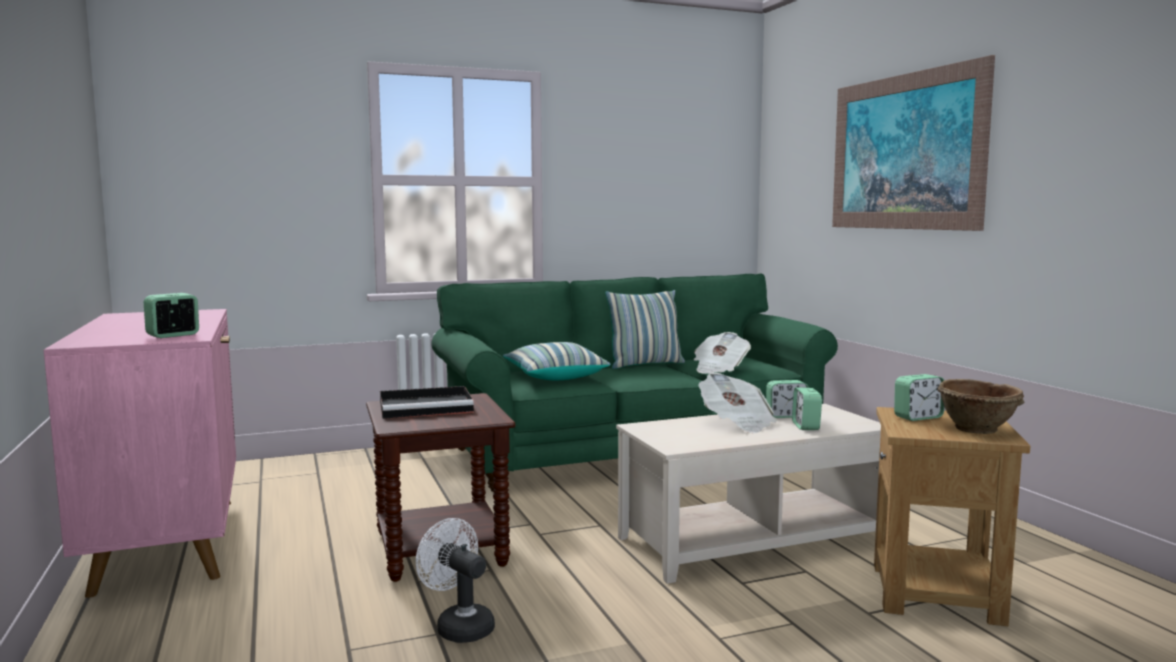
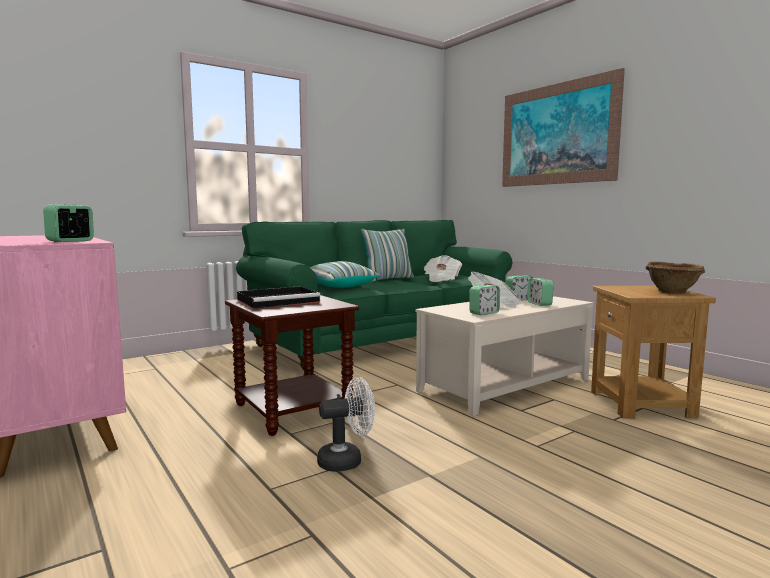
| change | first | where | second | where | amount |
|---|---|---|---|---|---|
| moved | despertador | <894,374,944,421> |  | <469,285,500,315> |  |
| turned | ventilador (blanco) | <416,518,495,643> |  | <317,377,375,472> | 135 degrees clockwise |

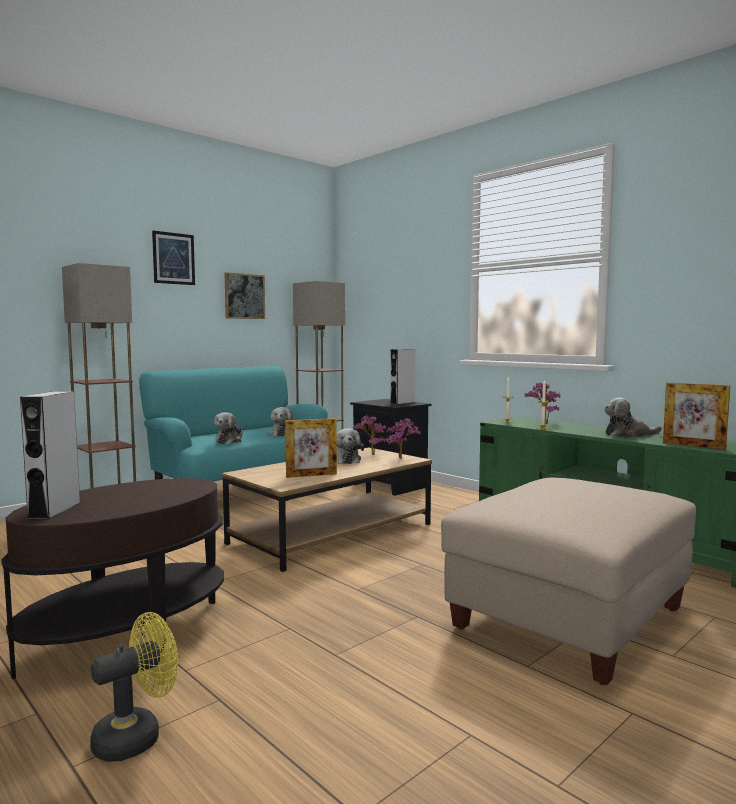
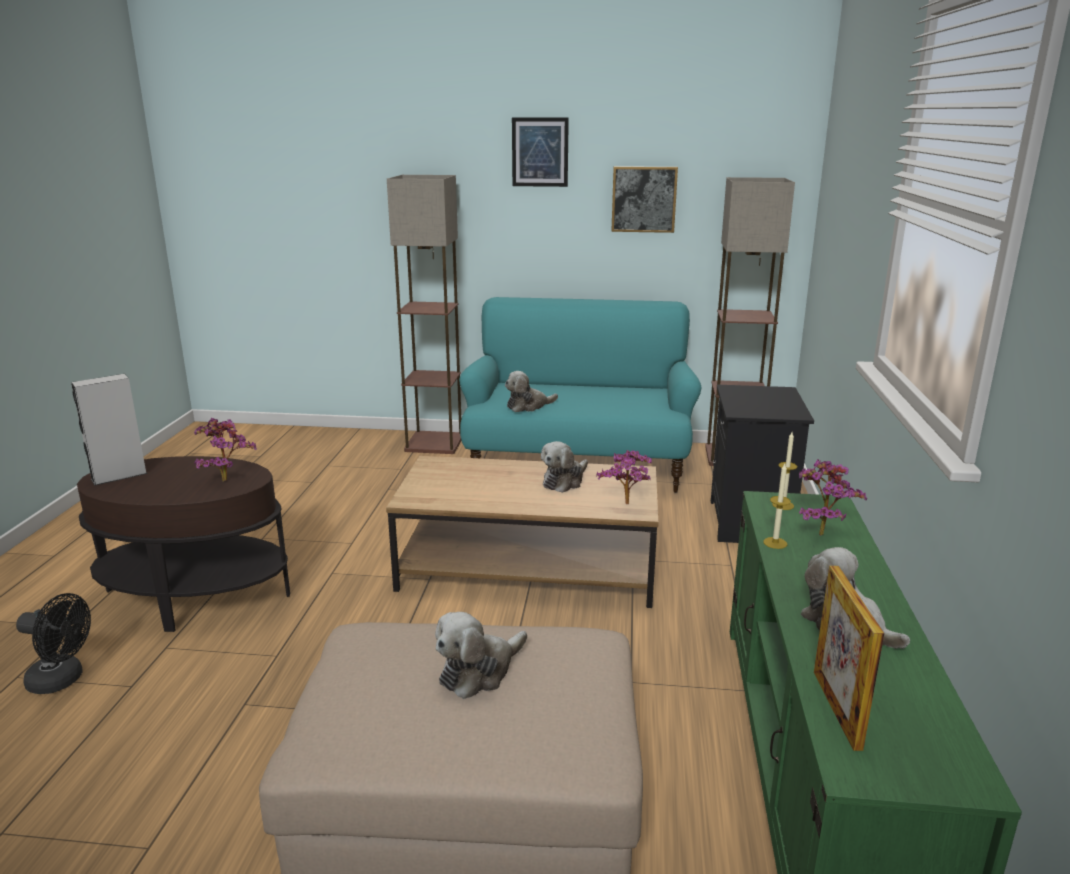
| change | first | where | second | where | amount |
|---|---|---|---|---|---|
| removed | portarretratos | <285,418,337,478> |  |  |  |
| removed | altavoz (gris) | <390,349,416,405> |  |  |  |
| moved | peluche | <269,407,293,436> |  | <435,612,527,699> |  |
| moved | planta en maceta | <353,416,386,455> |  | <194,418,257,481> |  |
| recoloured | ventilador (amarillo) | <90,612,178,762> | ventilador (negro) | <16,593,91,694> |  |

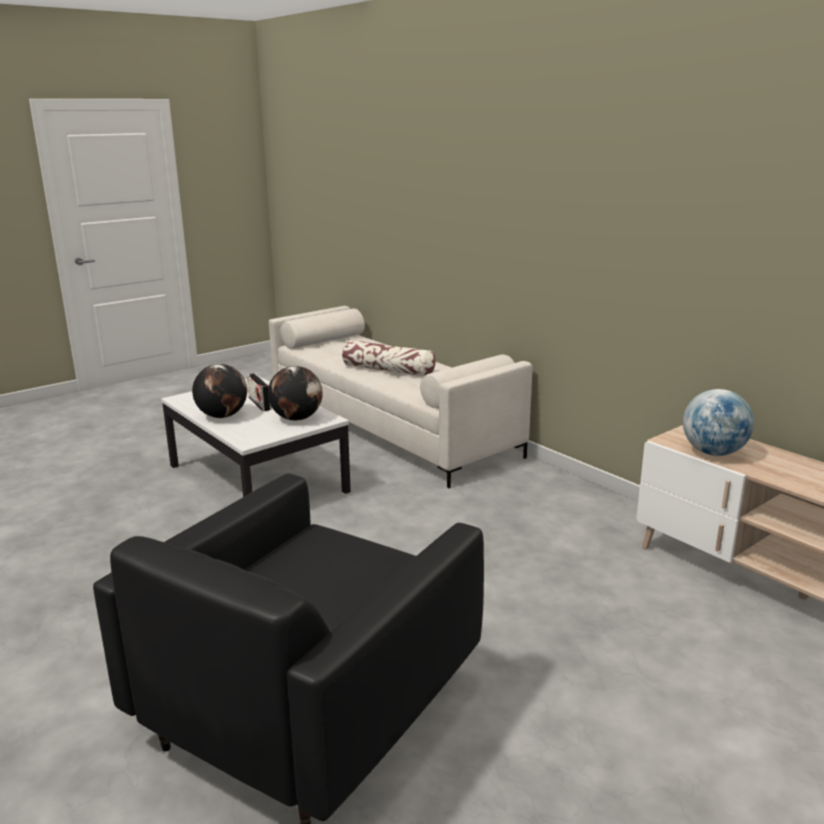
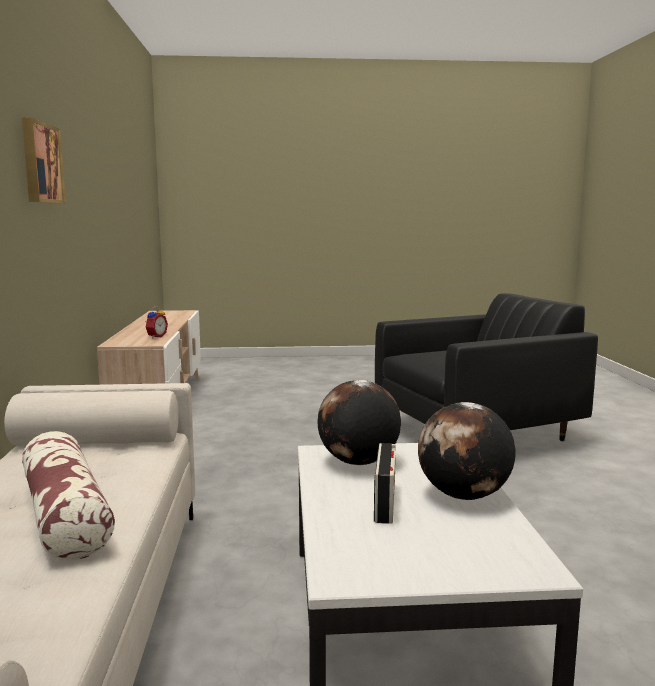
| change | first | where | second | where | amount |
|---|---|---|---|---|---|
| added |  |  | cuadro | <22,118,66,204> |  |
| replaced | globo terráqueo | <683,389,754,456> | despertador | <146,306,168,339> |  |

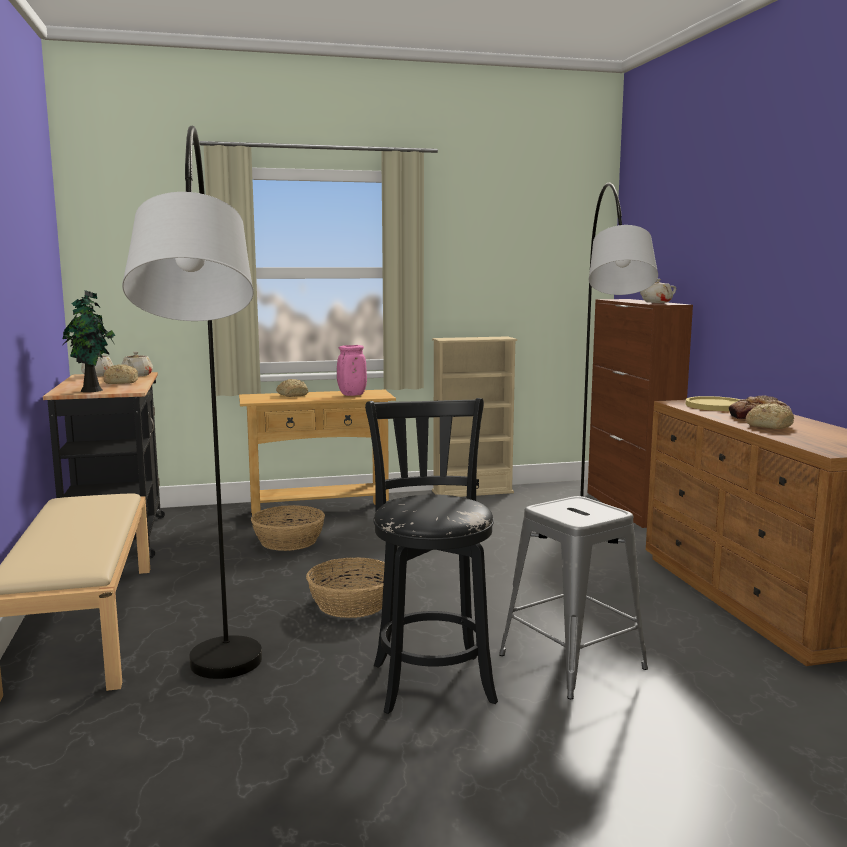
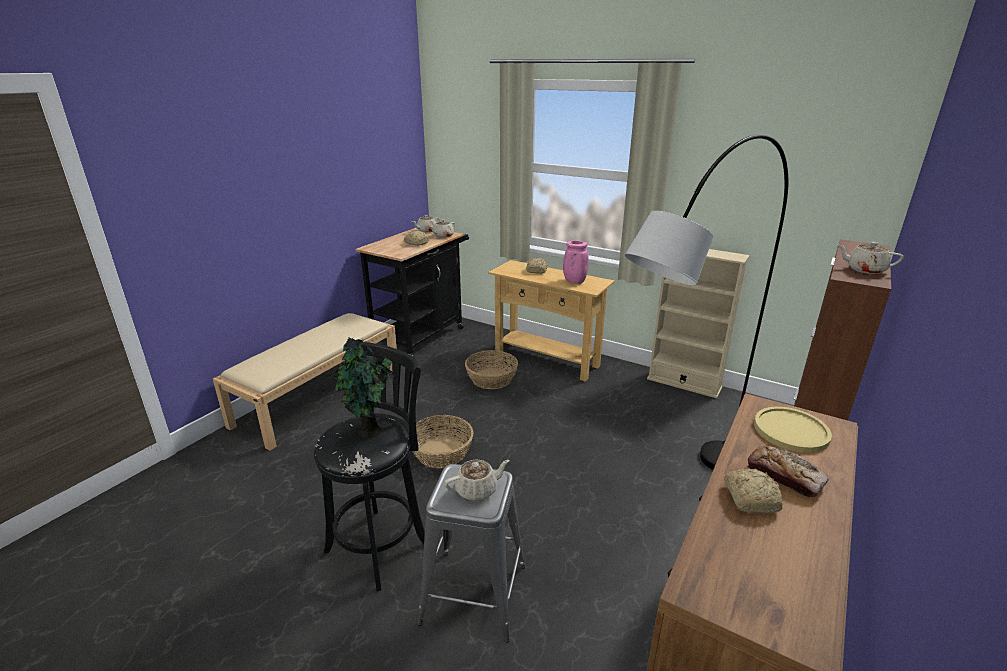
| change | first | where | second | where | amount |
|---|---|---|---|---|---|
| removed | lámpara de pie (gris) | <122,126,262,679> |  |  |  |
| added |  |  | tetera (beis) | <444,459,510,501> |  |
| moved | planta en maceta | <63,290,115,392> |  | <330,338,394,438> |  |

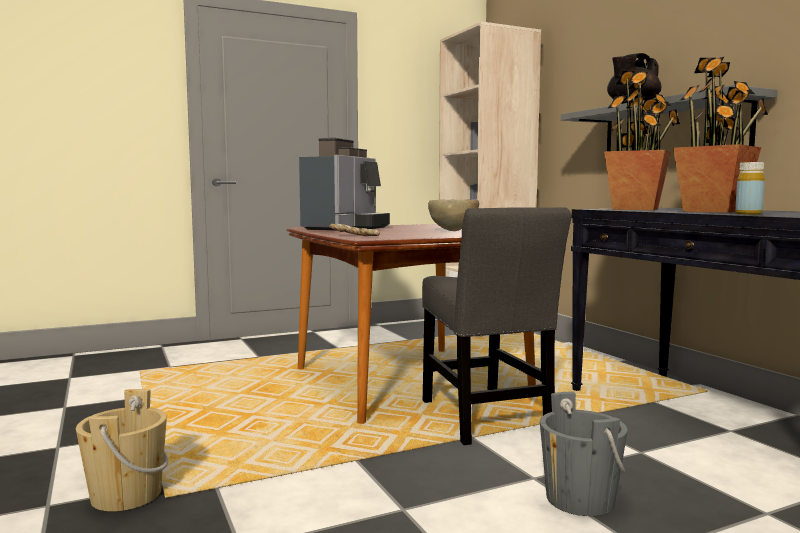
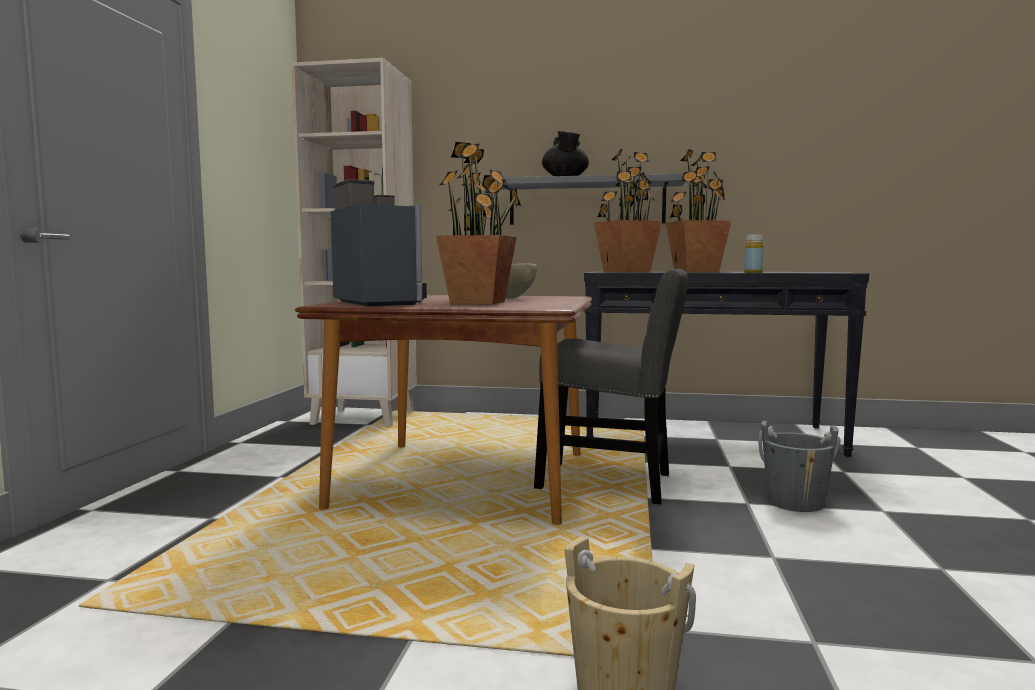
| change | first | where | second | where | amount |
|---|---|---|---|---|---|
| removed | pan | <330,224,380,236> |  |  |  |
| added |  |  | planta en maceta | <436,142,521,304> |  |

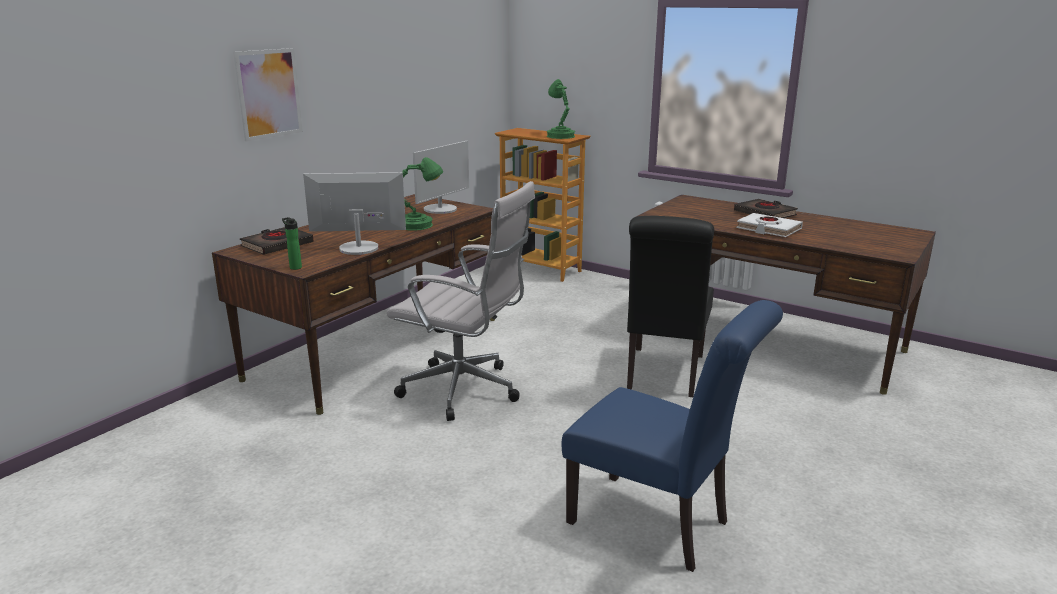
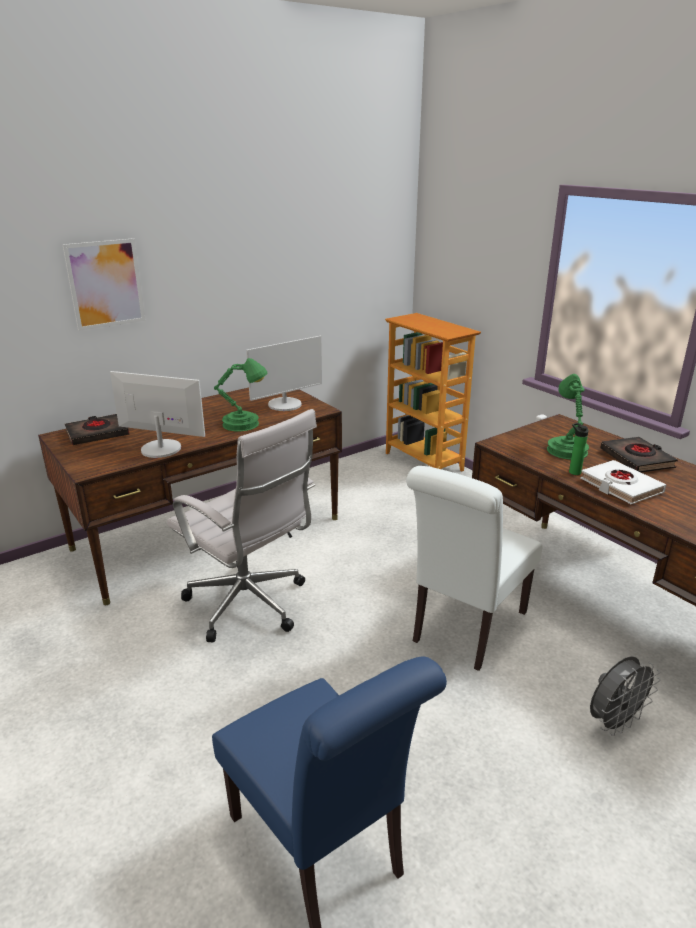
| change | first | where | second | where | amount |
|---|---|---|---|---|---|
| added |  |  | ventilador (gris) | <590,656,660,736> |  |
| moved | botella | <282,217,302,270> |  | <569,423,589,475> |  |
| moved | lámpara de mesa (verde) | <547,79,575,139> |  | <547,374,589,460> |  |
| recoloured | silla (negro) | <627,216,714,397> | silla (blanco) | <406,466,543,671> |  |

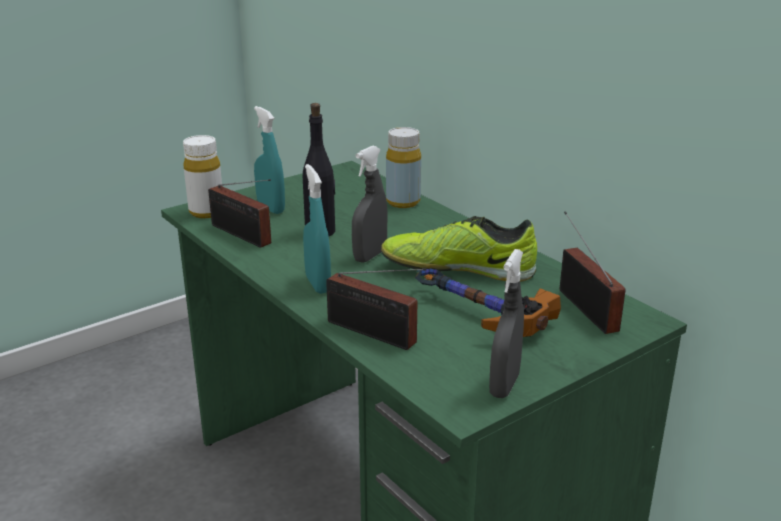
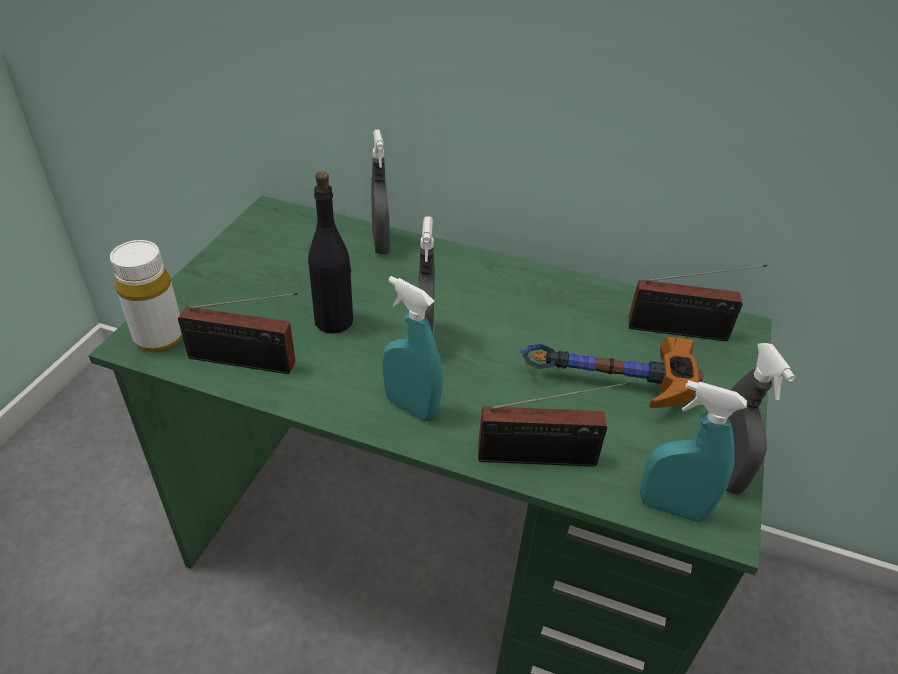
| change | first | where | second | where | amount |
|---|---|---|---|---|---|
| removed | zapato | <381,216,537,282> |  |  |  |
| moved | pulverizador (turquesa) | <254,106,285,214> |  | <640,380,747,522> |  |
| replaced | botella (amarillo) | <386,127,421,208> | pulverizador (gris) | <371,129,390,254> |  |
| turned | radio | <560,211,625,334> |  | <629,264,767,341> | 150 degrees clockwise |

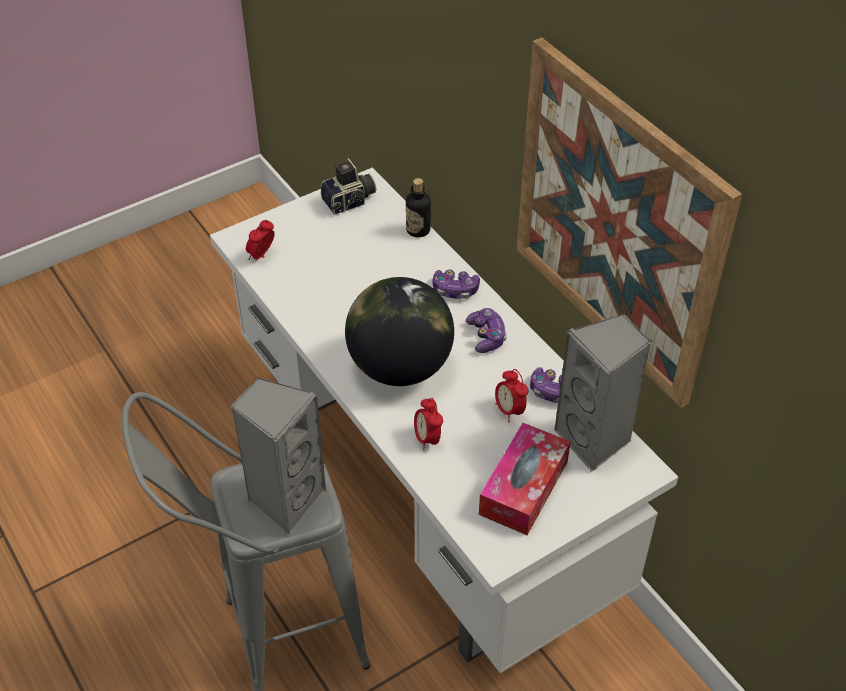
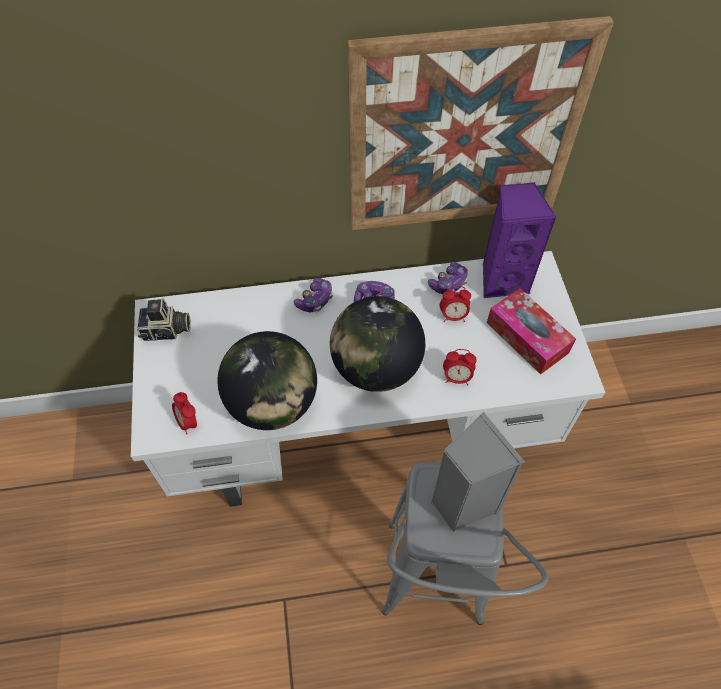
| change | first | where | second | where | amount |
|---|---|---|---|---|---|
| removed | botella | <406,178,431,237> |  |  |  |
| added |  |  | globo terráqueo | <218,331,317,430> |  |
| recoloured | altavoz (gris) | <554,314,652,472> | altavoz (morado) | <483,182,557,298> |  |
| turned | cámara | <321,158,376,214> |  | <137,298,191,341> | 90 degrees clockwise |

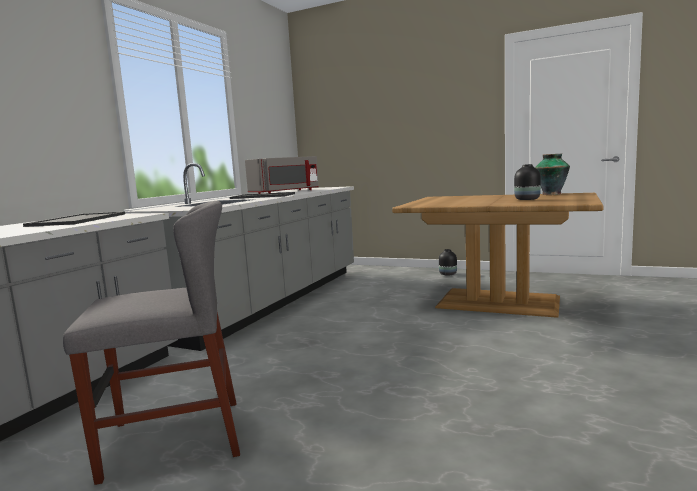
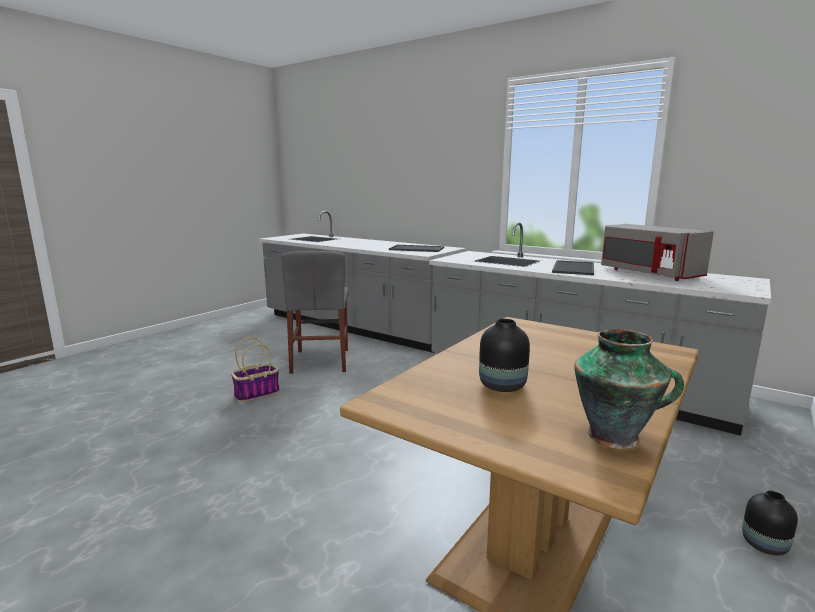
| change | first | where | second | where | amount |
|---|---|---|---|---|---|
| added |  |  | cesta | <231,337,280,402> |  |

